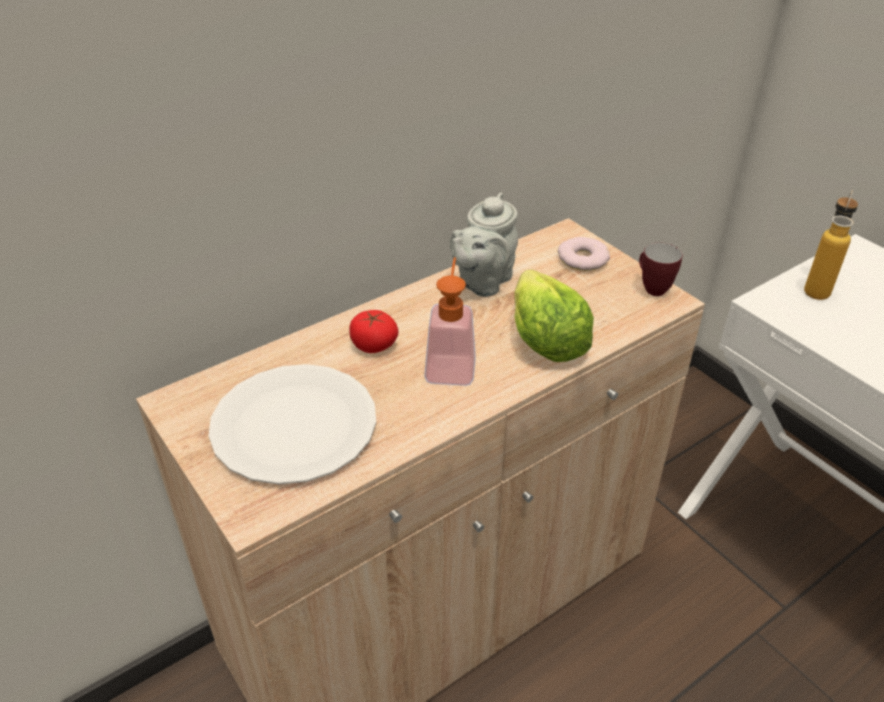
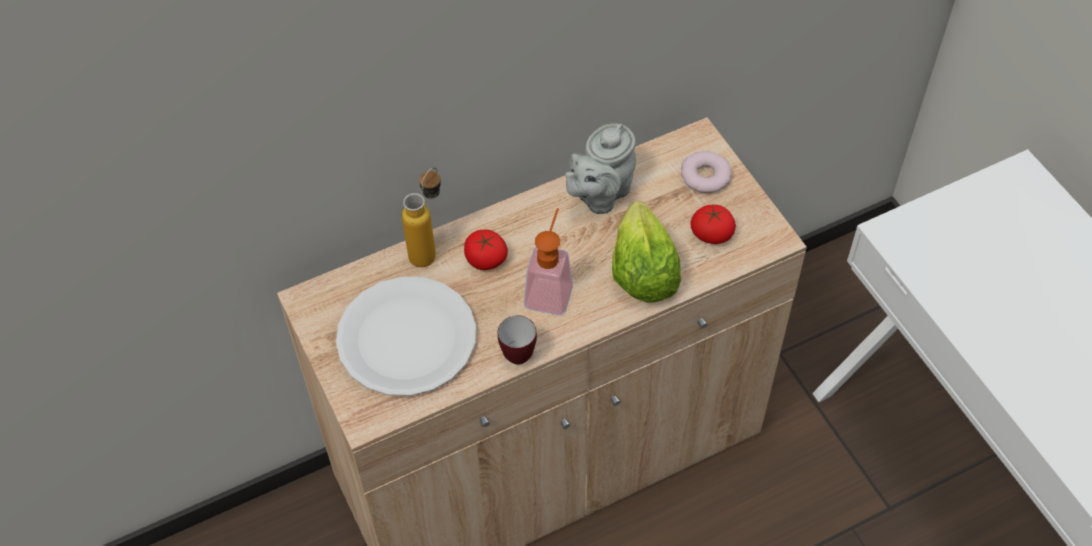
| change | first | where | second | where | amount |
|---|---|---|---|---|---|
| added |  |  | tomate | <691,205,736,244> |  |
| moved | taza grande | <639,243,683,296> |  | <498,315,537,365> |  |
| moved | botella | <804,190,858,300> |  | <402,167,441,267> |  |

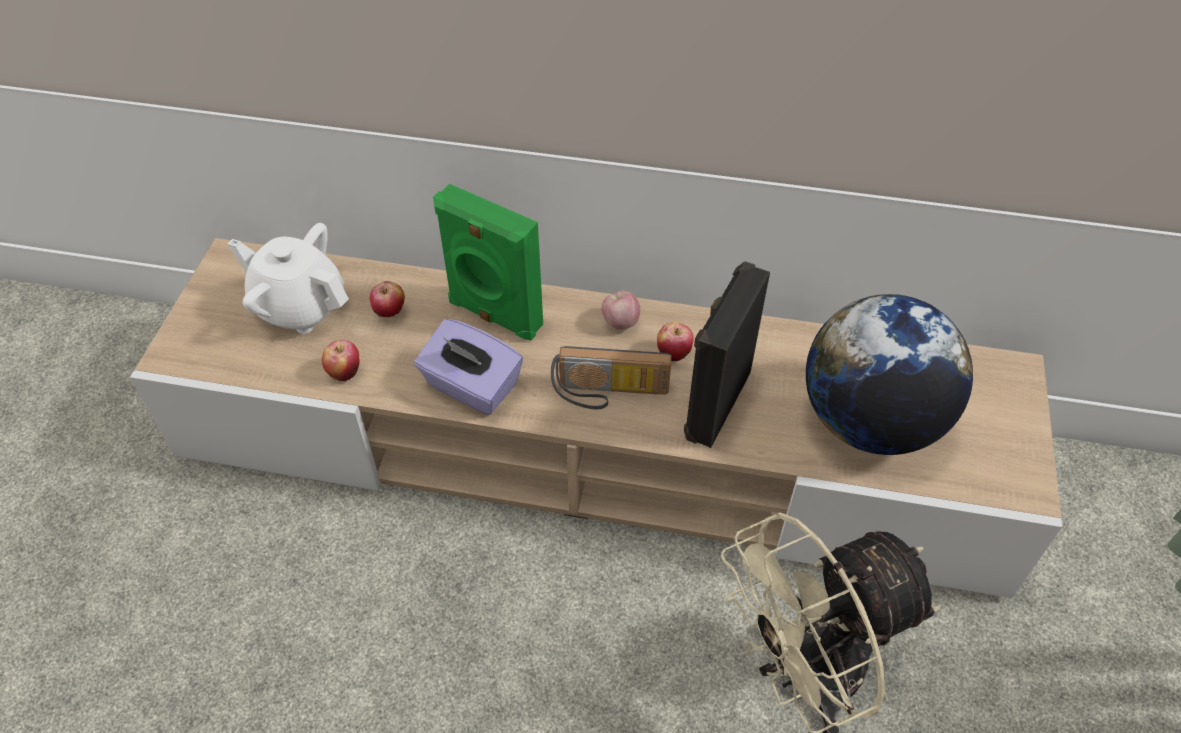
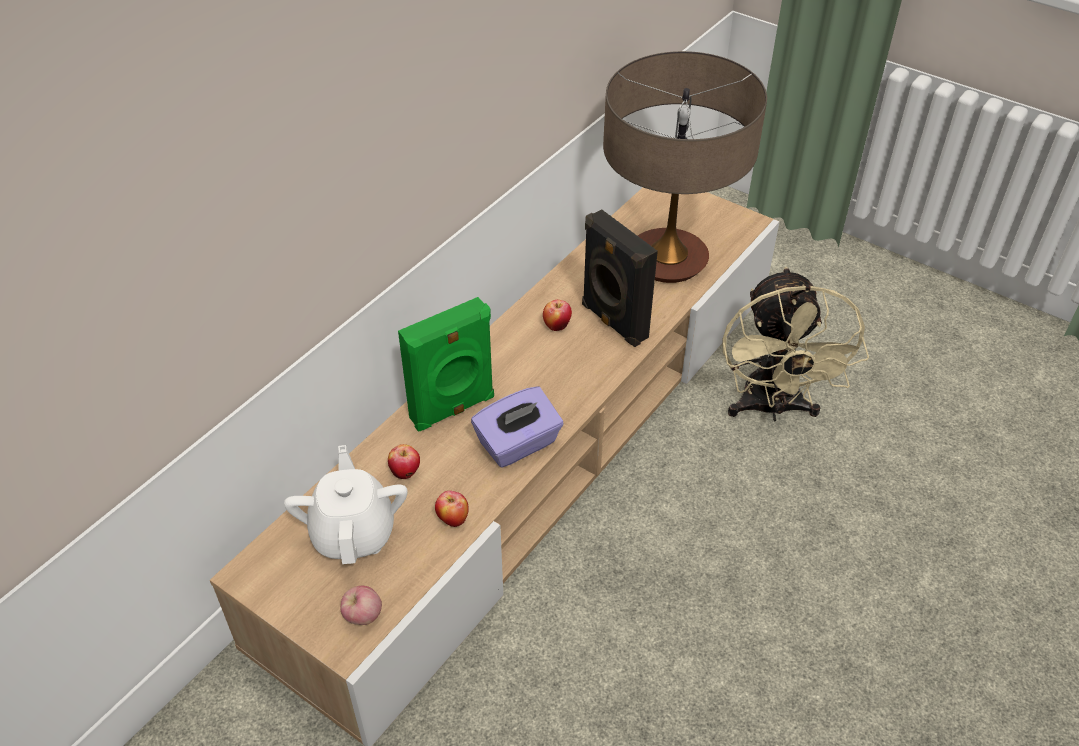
| change | first | where | second | where | amount |
|---|---|---|---|---|---|
| removed | radio | <551,346,672,409> |  |  |  |
| moved | manzana | <602,291,640,330> |  | <340,586,382,625> |  |
| replaced | globo terráqueo | <806,294,973,455> | lámpara de mesa | <603,51,767,283> |  |
| turned | tetera (blanco) | <228,223,349,334> |  | <284,445,408,564> | 120 degrees clockwise |

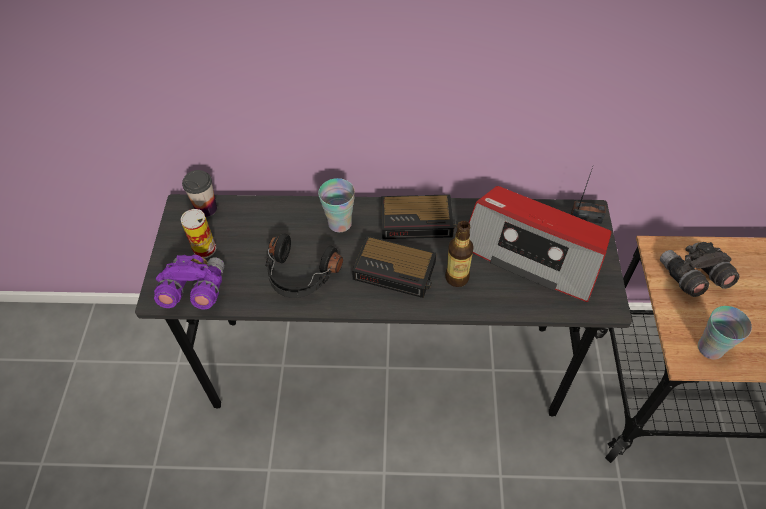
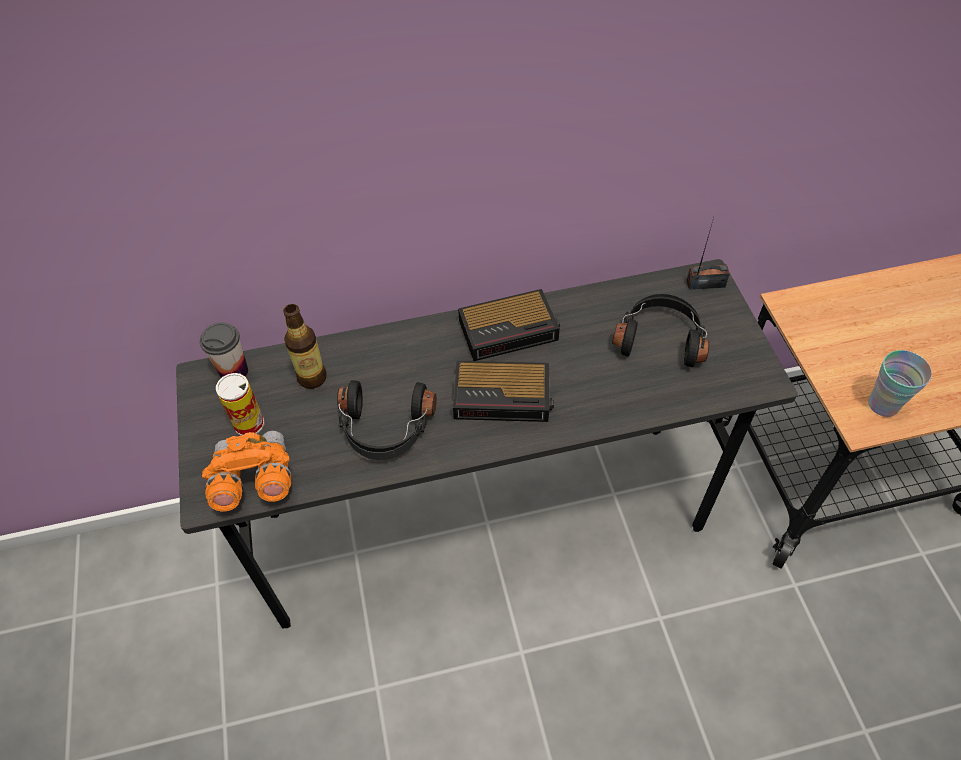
| change | first | where | second | where | amount |
|---|---|---|---|---|---|
| removed | taza | <318,178,355,232> |  |  |  |
| removed | prismáticos (gris) | <660,242,739,297> |  |  |  |
| moved | botella | <445,221,474,287> |  | <283,304,327,389> |  |
| replaced | radio | <469,186,612,302> | auriculares (negro) | <612,293,709,367> |  |
| recoloured | prismáticos (morado) | <154,255,225,309> | prismáticos (naranja) | <202,431,291,511> |  |

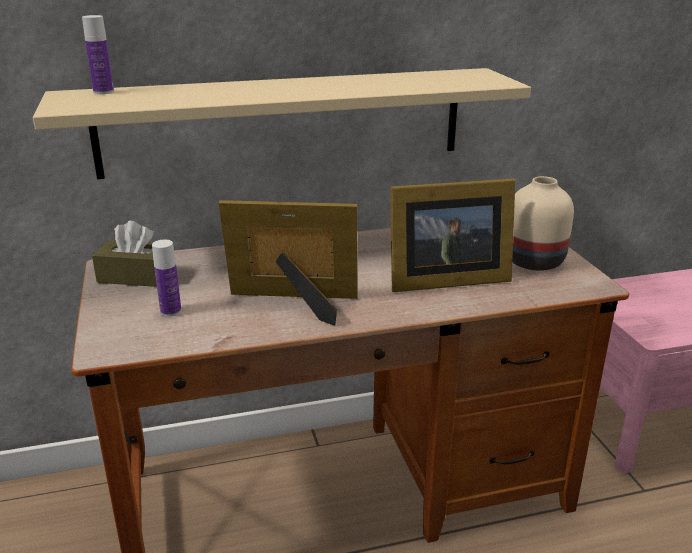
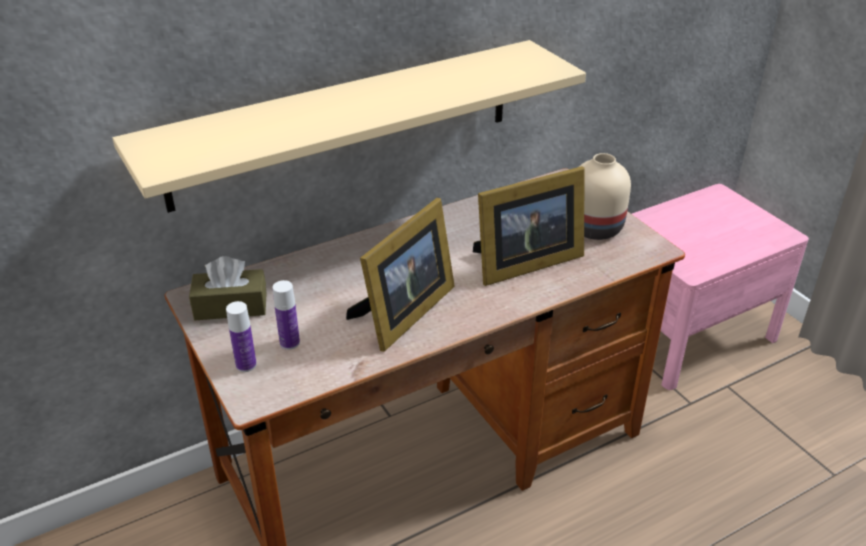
| change | first | where | second | where | amount |
|---|---|---|---|---|---|
| moved | botella | <82,15,114,94> |  | <226,301,257,372> |  |
| turned | portarretratos | <218,200,358,325> |  | <346,198,455,352> | 135 degrees clockwise |

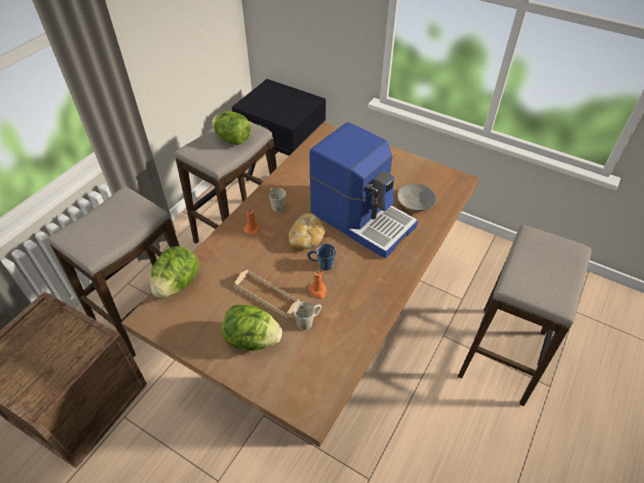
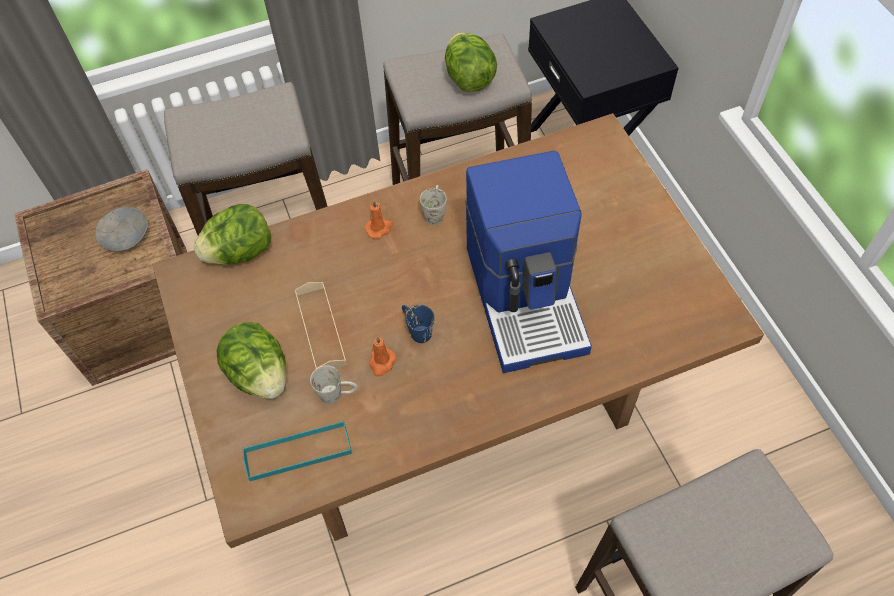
| change | first | where | second | where | amount |
|---|---|---|---|---|---|
| removed | pan | <288,213,325,249> |  |  |  |
| added |  |  | bandeja (turquesa) | <243,421,352,481> |  |
| moved | cuenco (gris) | <397,184,436,213> |  | <95,207,148,252> |  |

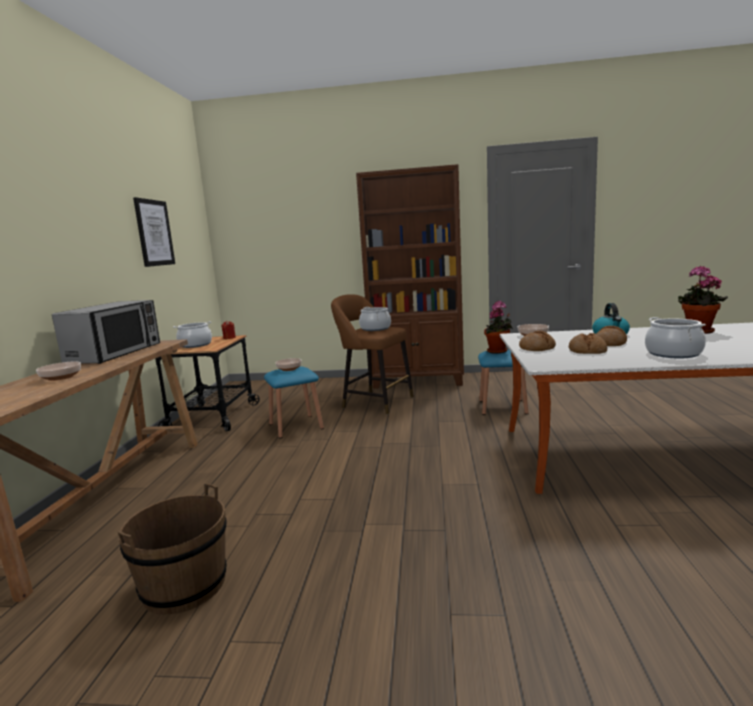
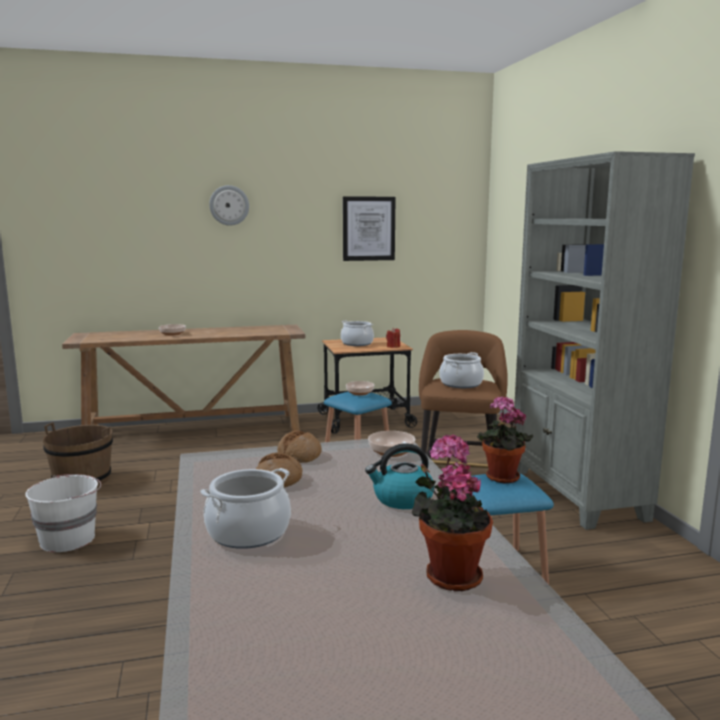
| change | first | where | second | where | amount |
|---|---|---|---|---|---|
| removed | microondas | <52,300,160,364> |  |  |  |
| removed | pan | <596,326,627,346> |  |  |  |
| added |  |  | cubo (blanco) | <25,474,101,552> |  |
| added |  |  | reloj de pared | <209,185,249,226> |  |
| recoloured | estantería (marrón) | <356,164,464,389> | estantería (gris) | <513,151,695,530> |  |

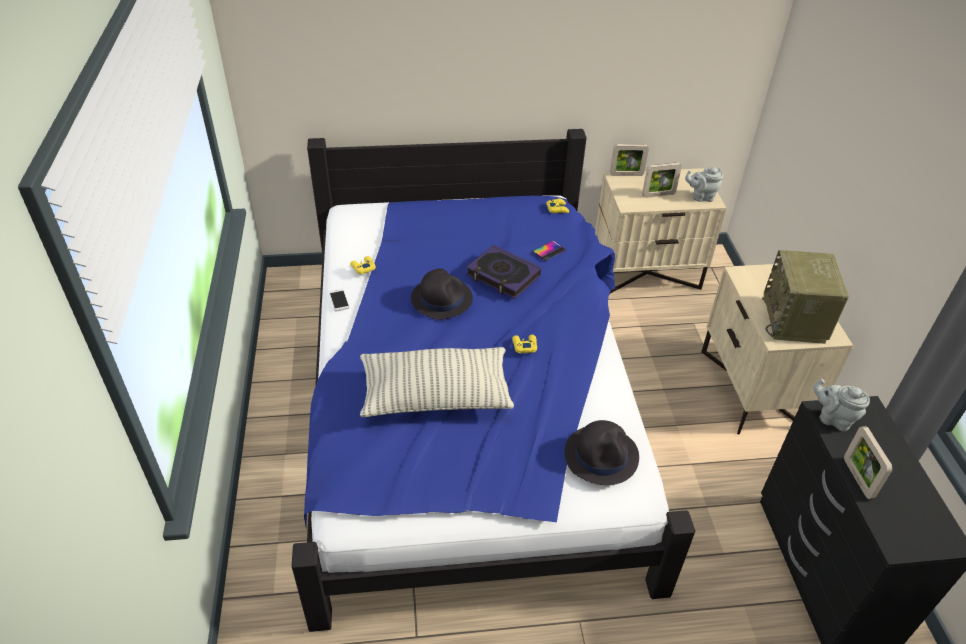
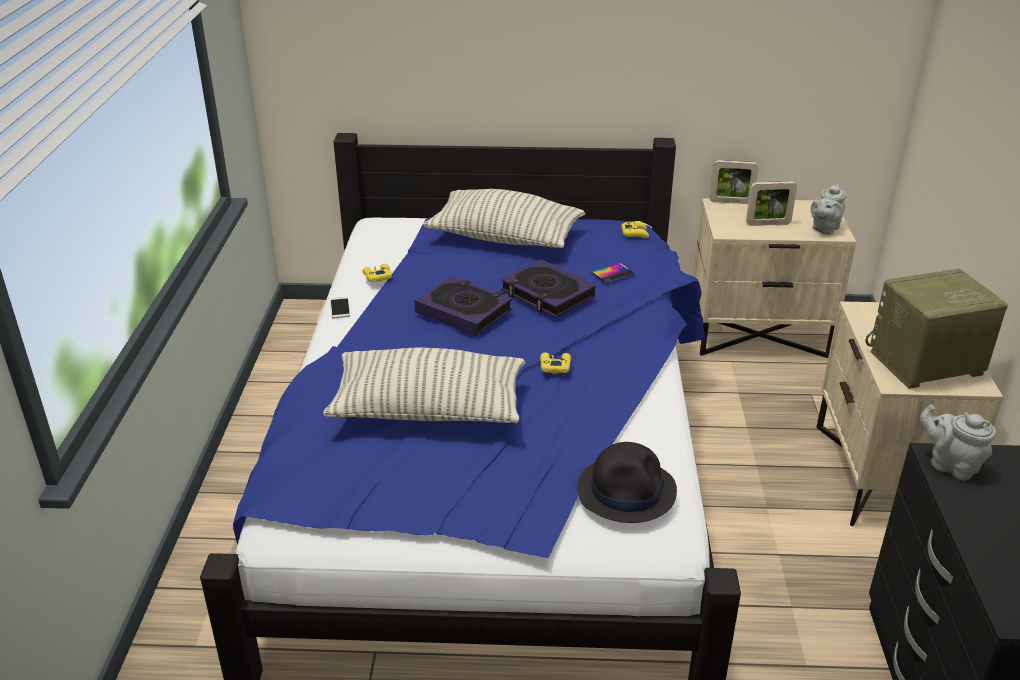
| change | first | where | second | where | amount |
|---|---|---|---|---|---|
| removed | portarretratos | <844,426,893,499> |  |  |  |
| added |  |  | cojín | <423,189,585,248> |  |
| replaced | sombrero (negro) | <411,268,473,320> | libro | <414,276,512,336> |  |
| turned | tetera (gris) | <685,167,723,202> |  | <810,184,846,235> | 60 degrees counterclockwise |
| turned | radio | <762,250,849,344> |  | <866,269,1008,389> | 60 degrees clockwise |

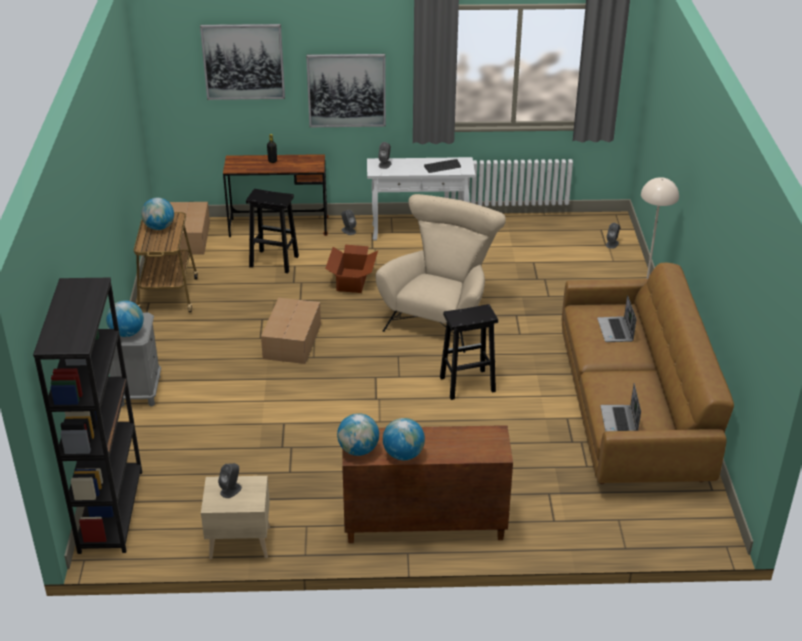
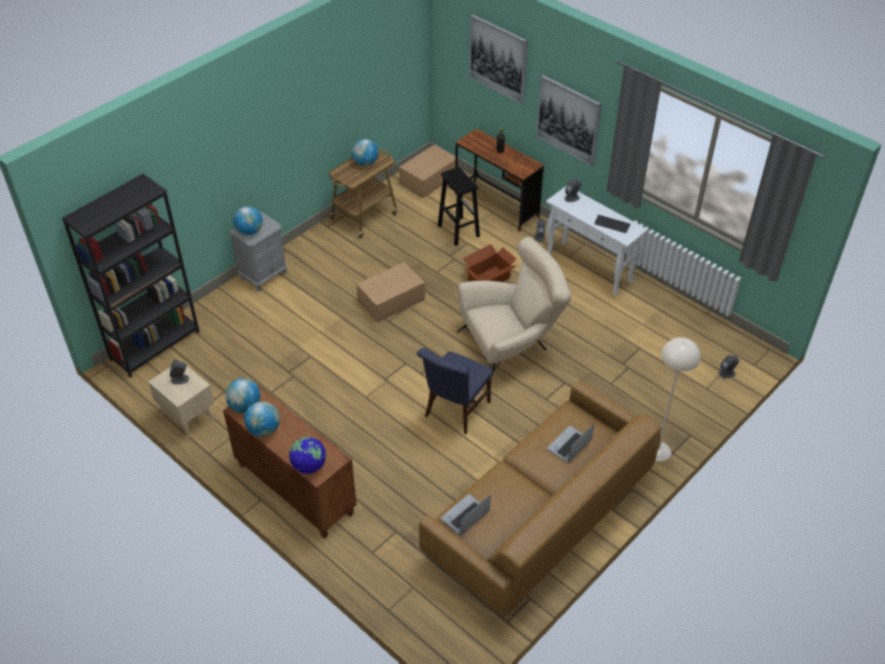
| change | first | where | second | where | amount |
|---|---|---|---|---|---|
| added |  |  | globo terráqueo | <289,437,326,474> |  |
| replaced | taburete (negro) | <440,304,498,400> | silla (azul) | <417,348,493,434> |  |

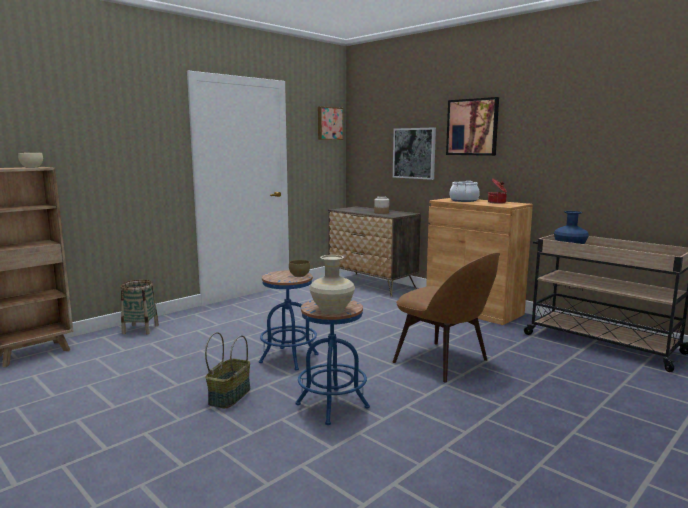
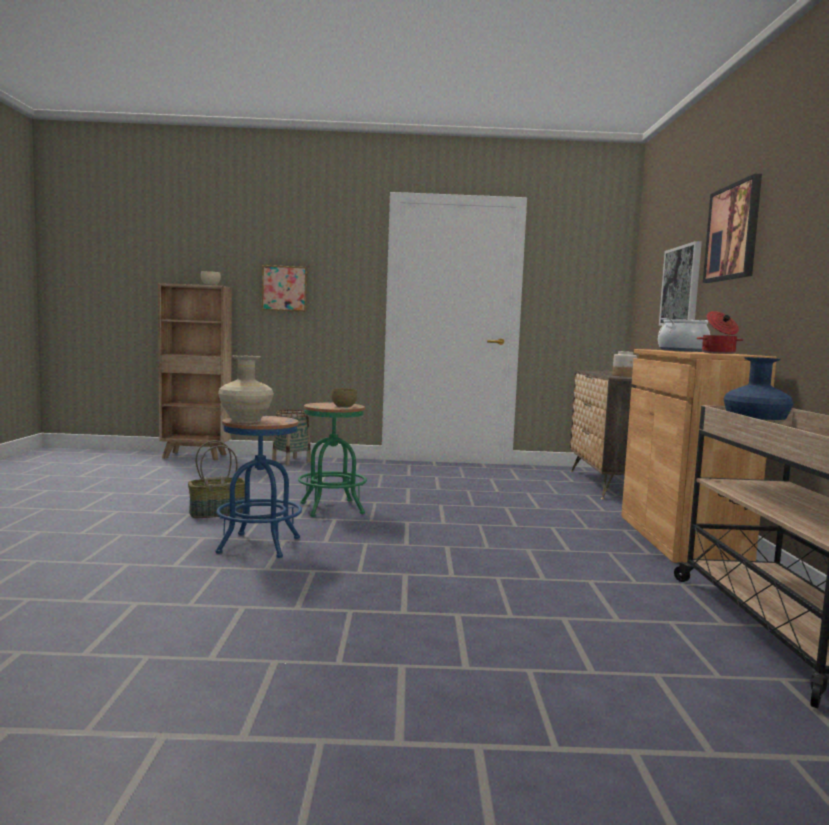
| change | first | where | second | where | amount |
|---|---|---|---|---|---|
| removed | silla (marrón) | <393,252,500,383> |  |  |  |
| moved | cuadro | <318,106,343,140> |  | <262,265,307,312> |  |
| recoloured | taburete (azul) | <259,270,319,371> | taburete (verde) | <298,403,367,517> |  |

